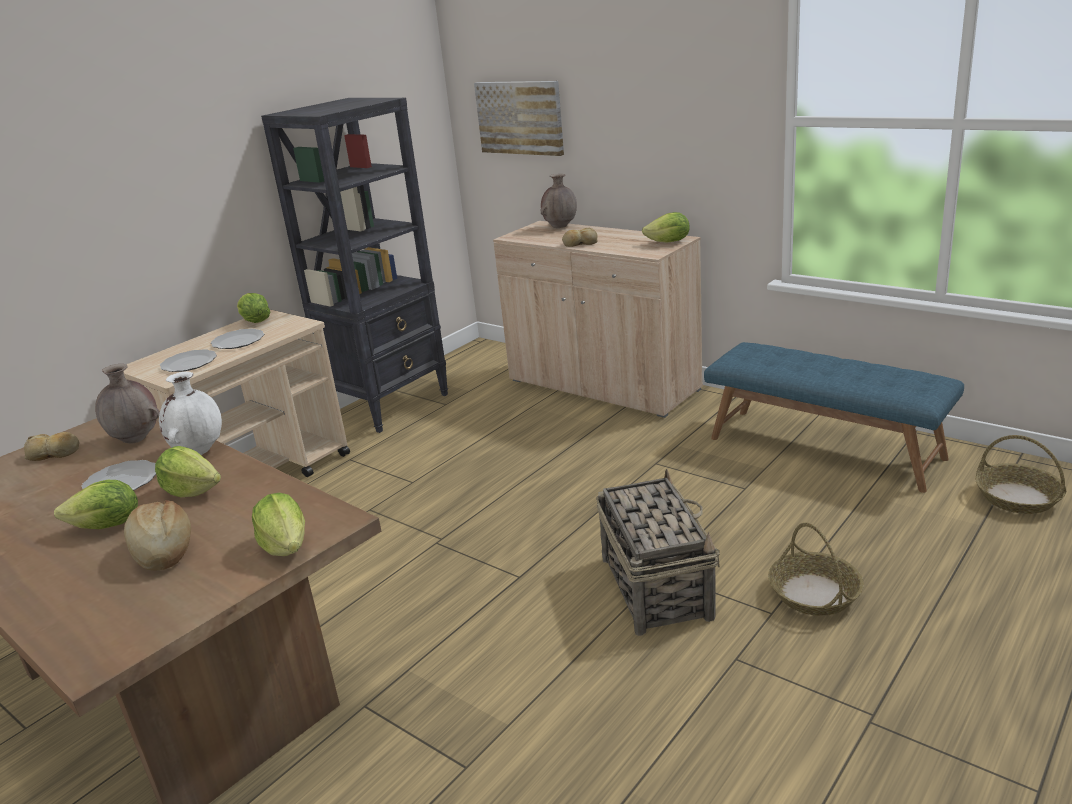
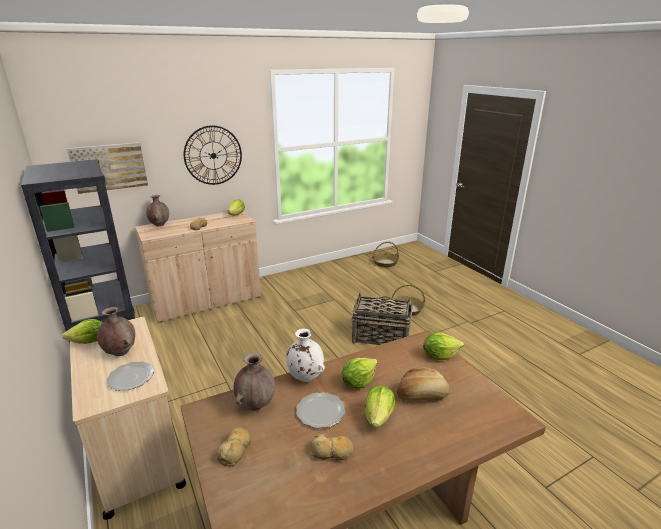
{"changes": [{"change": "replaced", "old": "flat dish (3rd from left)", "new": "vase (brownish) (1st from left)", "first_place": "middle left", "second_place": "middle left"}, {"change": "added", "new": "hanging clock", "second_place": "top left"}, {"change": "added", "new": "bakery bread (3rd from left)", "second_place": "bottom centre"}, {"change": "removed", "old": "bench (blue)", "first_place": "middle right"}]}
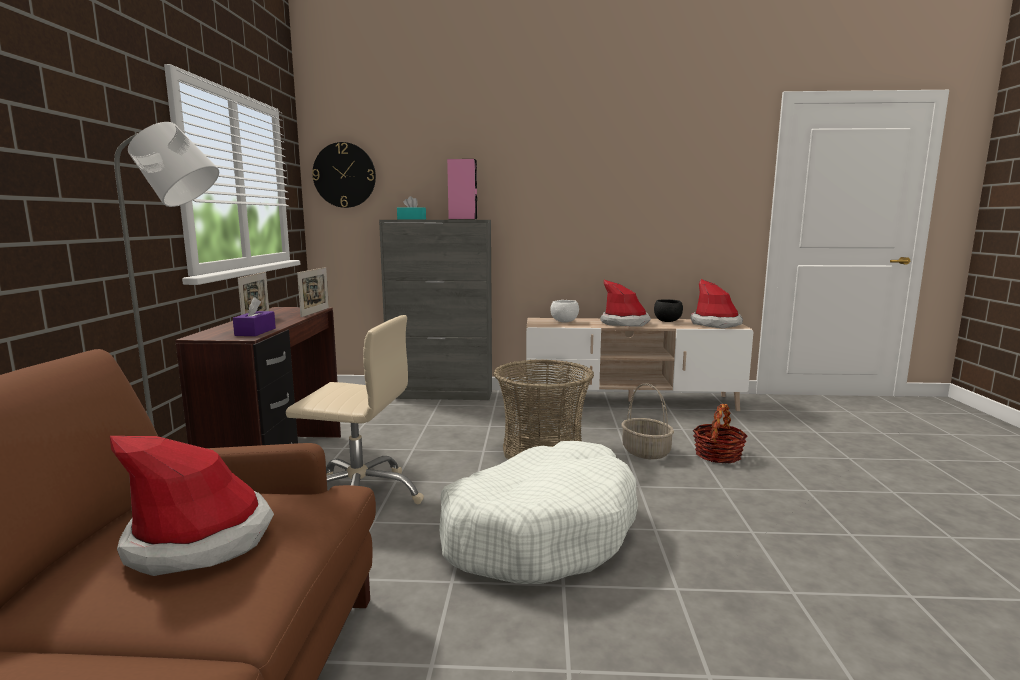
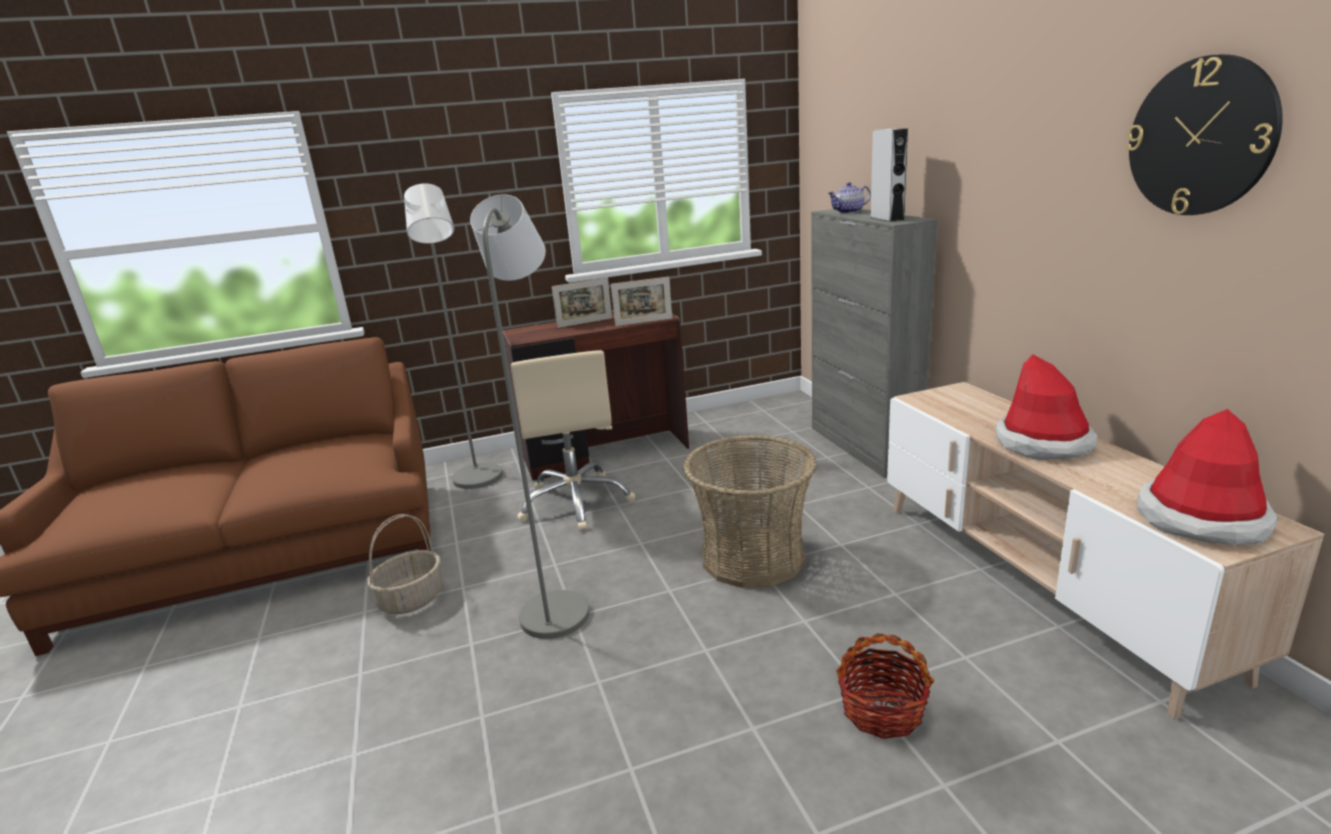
{"changes": [{"change": "moved", "old": "household basket (2nd from left in the first image)", "new": "household basket (1st from left)", "first_place": "centre", "second_place": "bottom left"}, {"change": "replaced", "old": "dog cushion (white)", "new": "standard lamp (greyish) (2nd from left)", "first_place": "bottom centre", "second_place": "centre"}, {"change": "replaced", "old": "box of tissues (turquoise-coloured)", "new": "teapot", "first_place": "top centre", "second_place": "top centre"}, {"change": "recoloured", "old": "audio speaker (pink)", "new": "audio speaker (greyish)", "first_place": "top centre", "second_place": "top right"}, {"change": "moved", "old": "hanging clock", "first_place": "top centre", "second_place": "top right"}, {"change": "removed", "old": "hat (1st from left)", "first_place": "bottom left"}, {"change": "removed", "old": "box of tissues (purple-coloured)", "first_place": "middle left"}, {"change": "removed", "old": "serving bowl (white)", "first_place": "centre"}, {"change": "removed", "old": "serving bowl (black-coloured)", "first_place": "centre"}]}
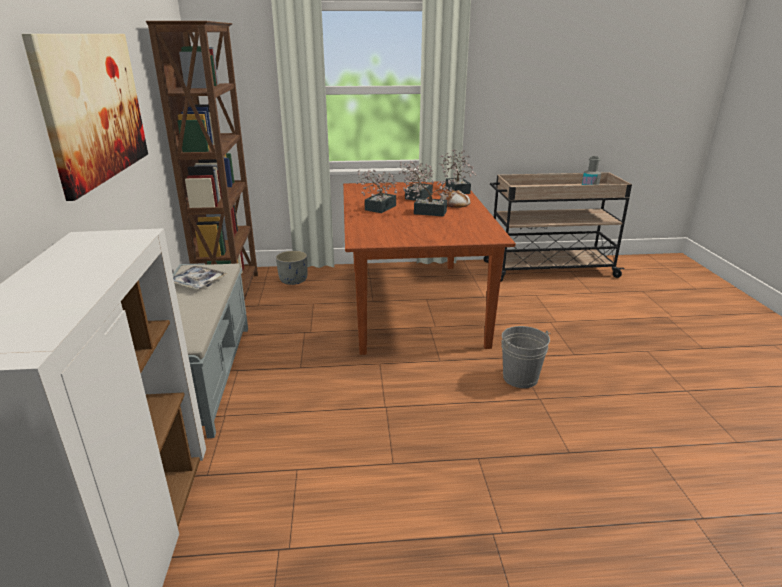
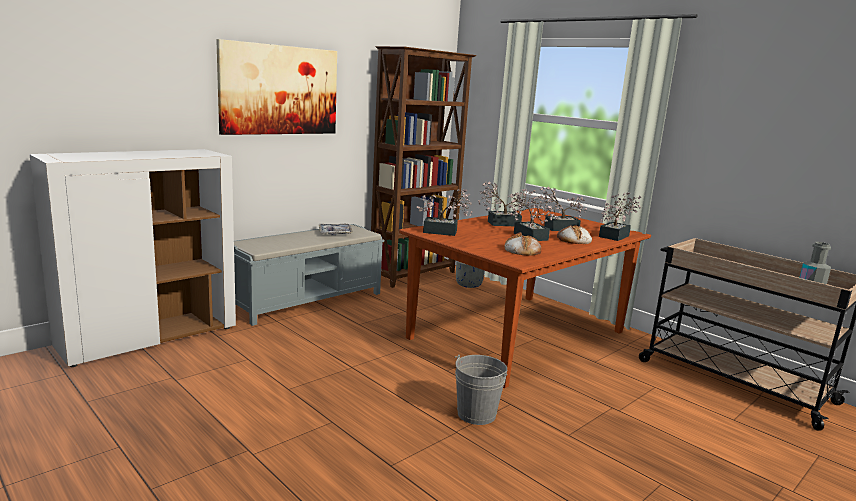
{"changes": [{"change": "added", "new": "houseplant (1st from left)", "second_place": "centre"}, {"change": "added", "new": "bakery bread (1st from left)", "second_place": "centre"}]}
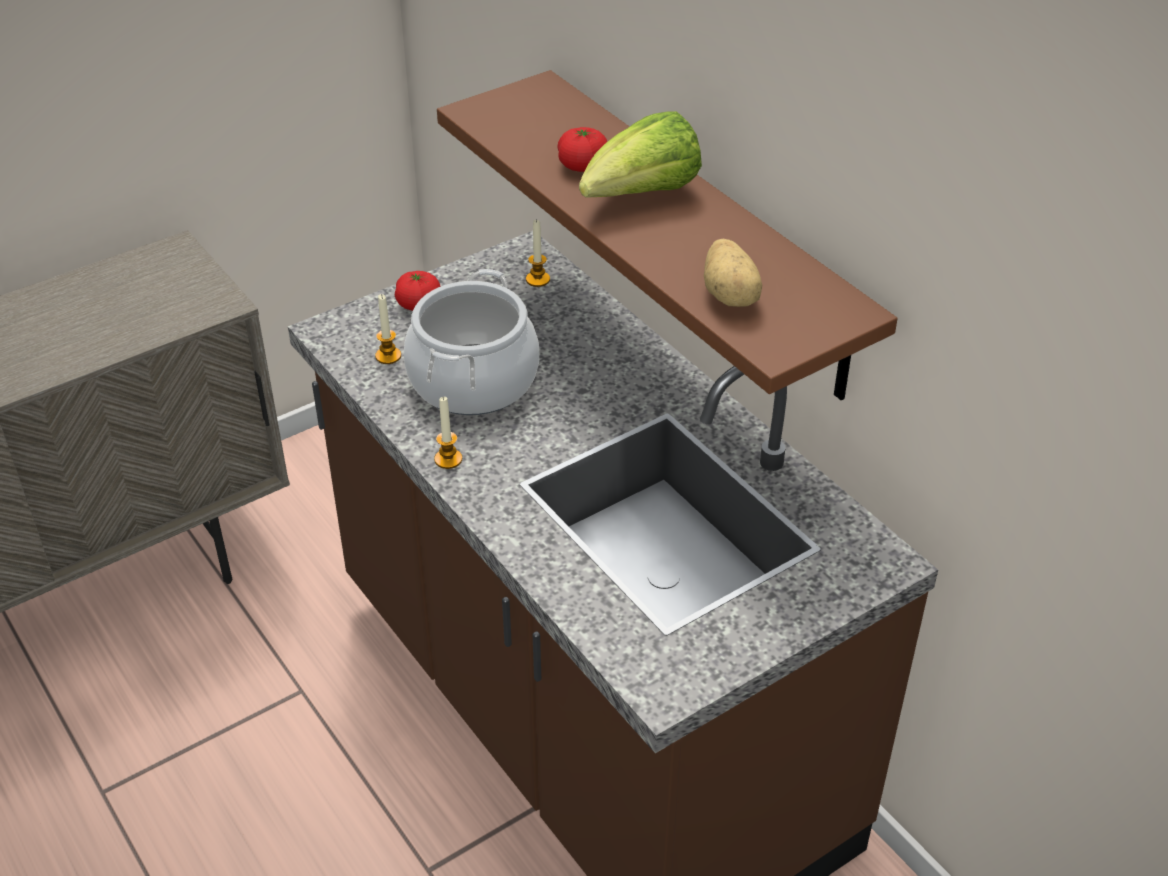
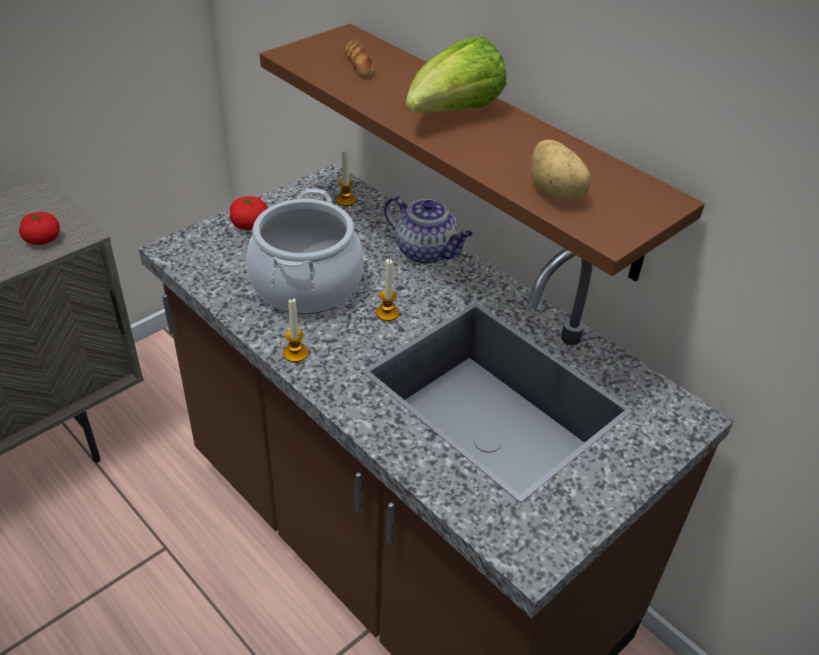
{"changes": [{"change": "moved", "old": "whole tomato (2nd from left in the first image)", "new": "whole tomato (1st from left)", "first_place": "top centre", "second_place": "middle left"}, {"change": "added", "new": "bakery bread", "second_place": "top centre"}, {"change": "moved", "old": "candle (1st from left in the first image)", "new": "candle (3rd from left)", "first_place": "middle left", "second_place": "centre"}, {"change": "added", "new": "teapot", "second_place": "centre"}]}
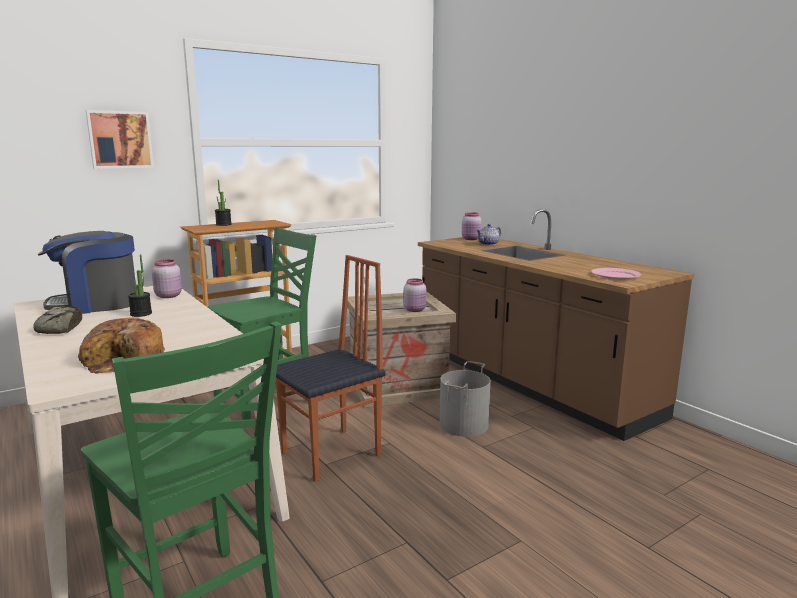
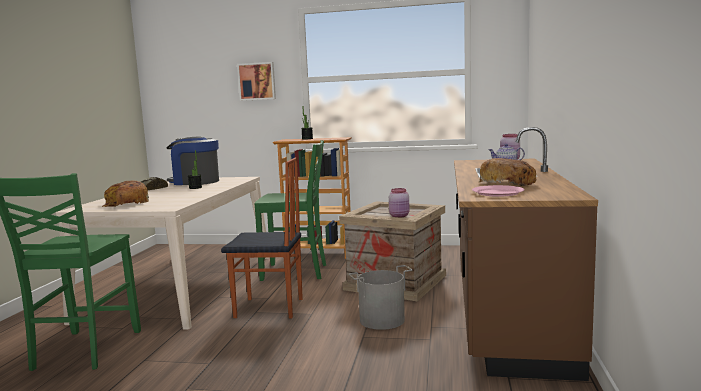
{"changes": [{"change": "added", "new": "bakery bread (3rd from left)", "second_place": "middle right"}, {"change": "removed", "old": "preserve jar (pink) (1st from left)", "first_place": "middle left"}]}
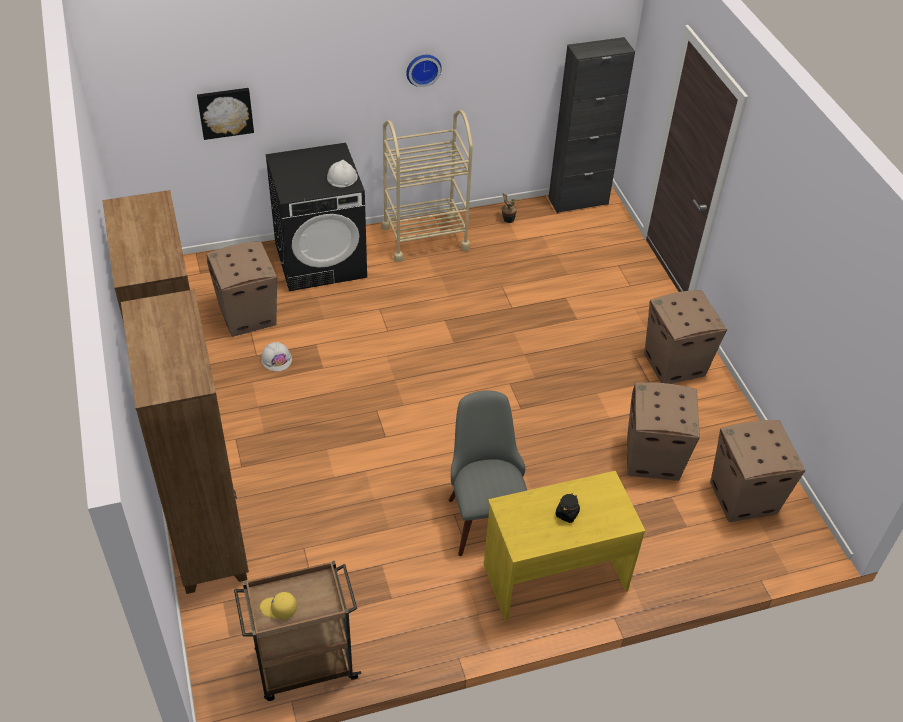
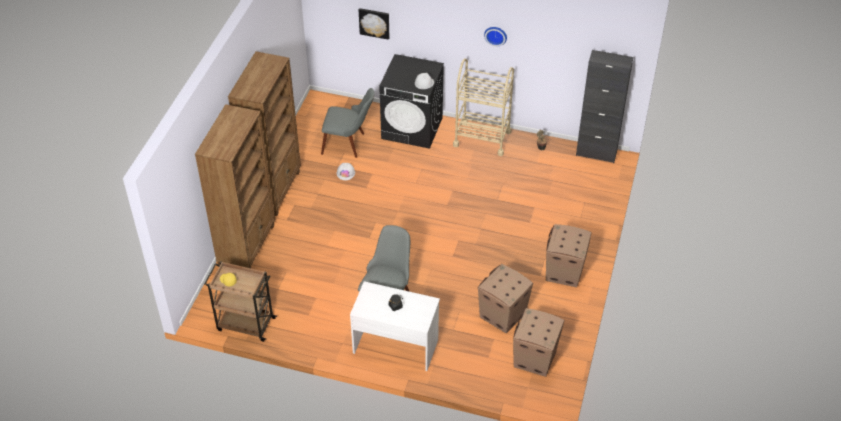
{"changes": [{"change": "replaced", "old": "packing box (1st from left)", "new": "upright chair (greyish) (1st from left)", "first_place": "middle left", "second_place": "top centre"}, {"change": "recoloured", "old": "desk (yellow)", "new": "desk (white)", "first_place": "bottom centre", "second_place": "bottom centre"}]}
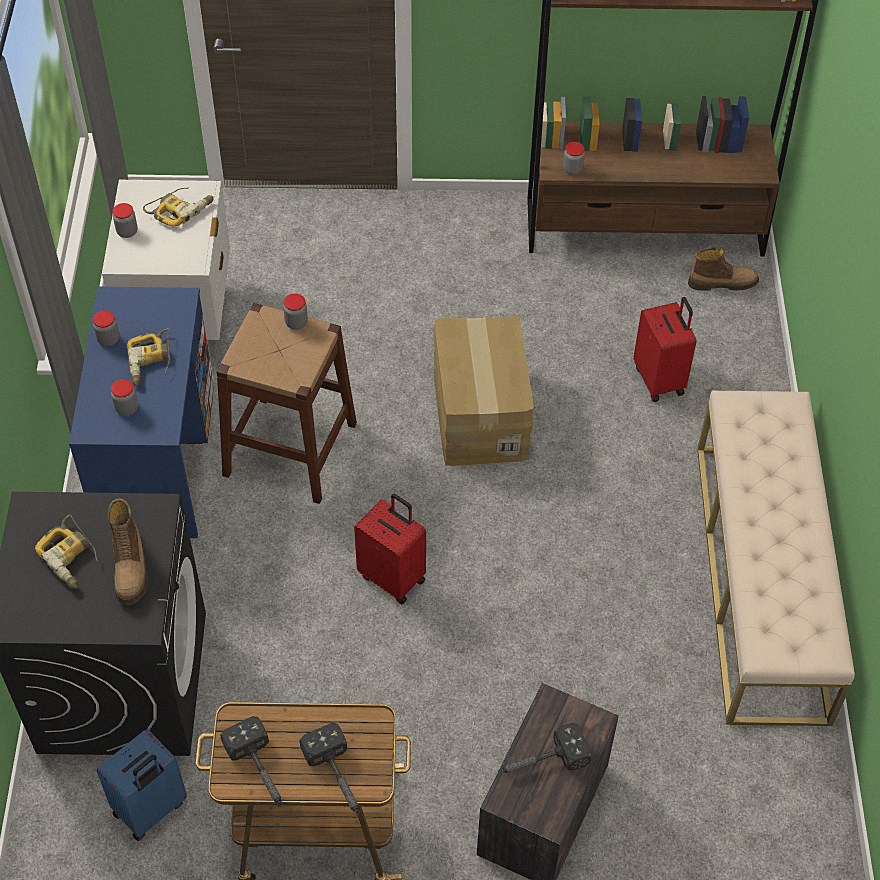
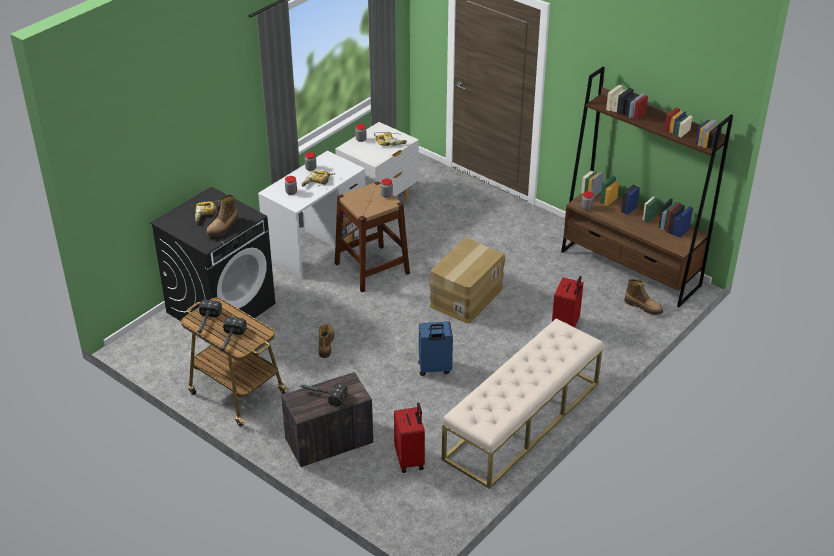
{"changes": [{"change": "recoloured", "old": "desk (blue)", "new": "desk (white)", "first_place": "middle left", "second_place": "centre"}, {"change": "added", "new": "boot (2nd from left)", "second_place": "centre"}, {"change": "moved", "old": "suitcase (red-coloured) (1st from left)", "first_place": "centre", "second_place": "bottom centre"}, {"change": "moved", "old": "suitcase (blue)", "first_place": "bottom left", "second_place": "centre"}]}
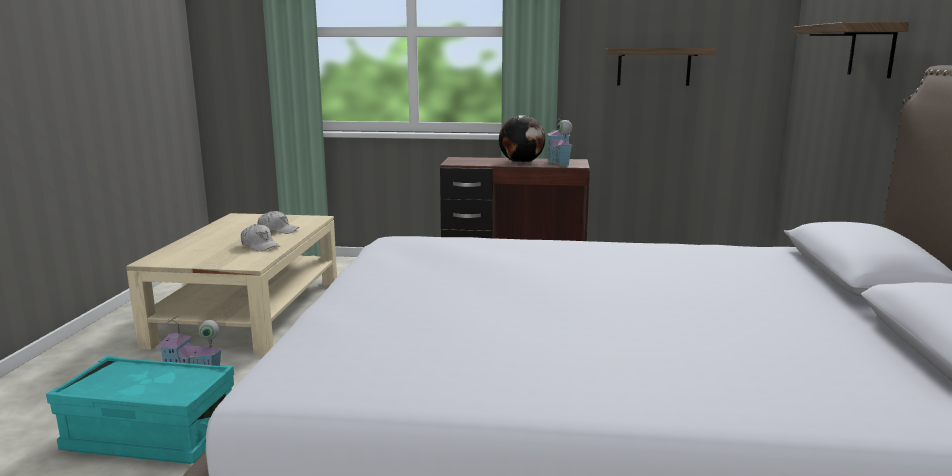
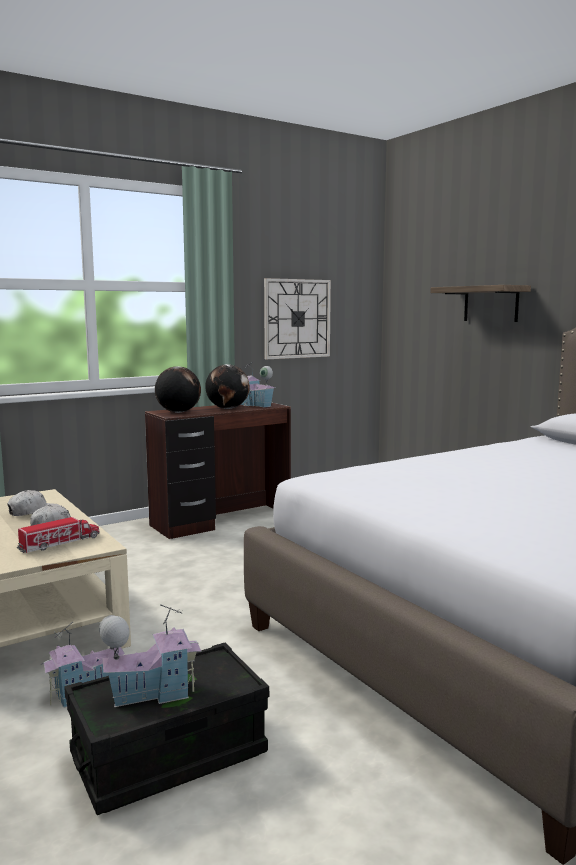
{"changes": [{"change": "added", "new": "toy truck", "second_place": "middle left"}, {"change": "recoloured", "old": "storage container (turquoise-coloured)", "new": "storage container (black-coloured)", "first_place": "bottom left", "second_place": "bottom left"}, {"change": "added", "new": "model house (2nd from left)", "second_place": "bottom left"}, {"change": "added", "new": "desk globe (1st from left)", "second_place": "middle left"}, {"change": "replaced", "old": "wall shelf (1st from left)", "new": "hanging clock", "first_place": "top right", "second_place": "centre"}]}
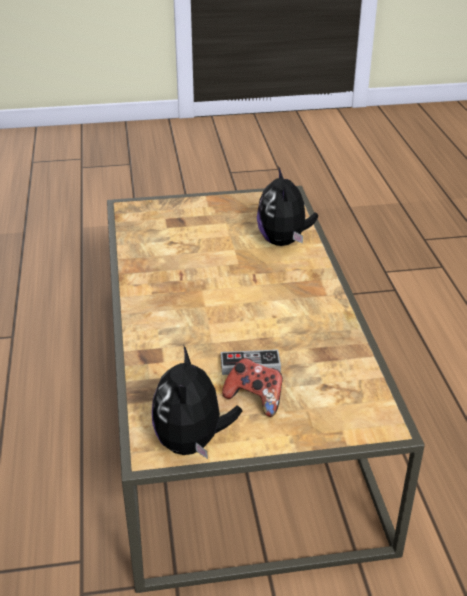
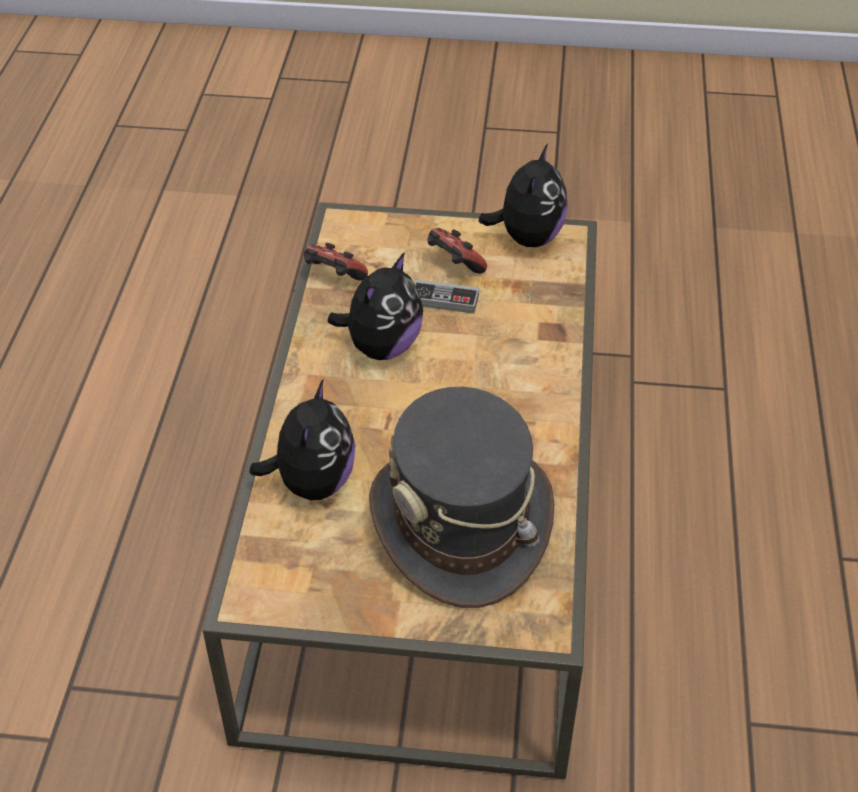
{"changes": [{"change": "added", "new": "gamepad (1st from left)", "second_place": "top centre"}, {"change": "added", "new": "soft toy (2nd from left)", "second_place": "centre"}, {"change": "added", "new": "hat (greyish)", "second_place": "centre"}]}
